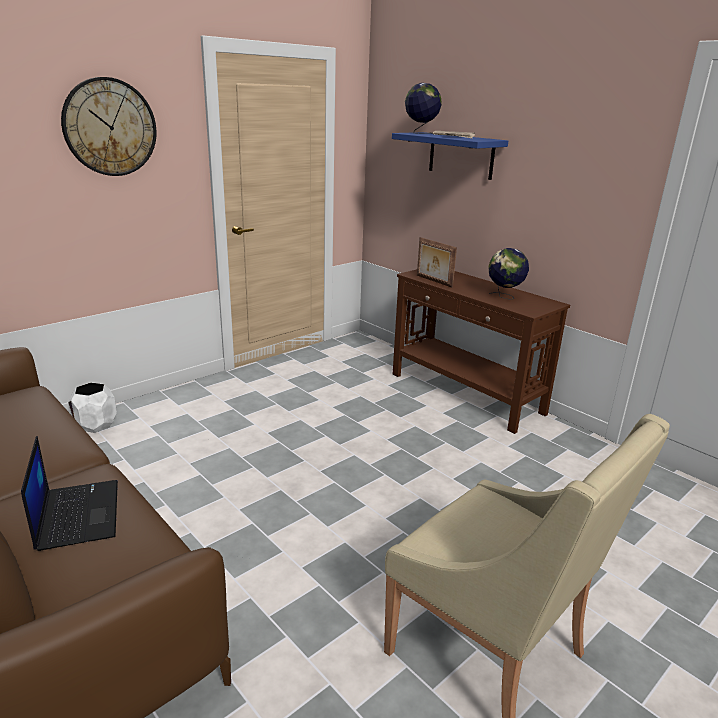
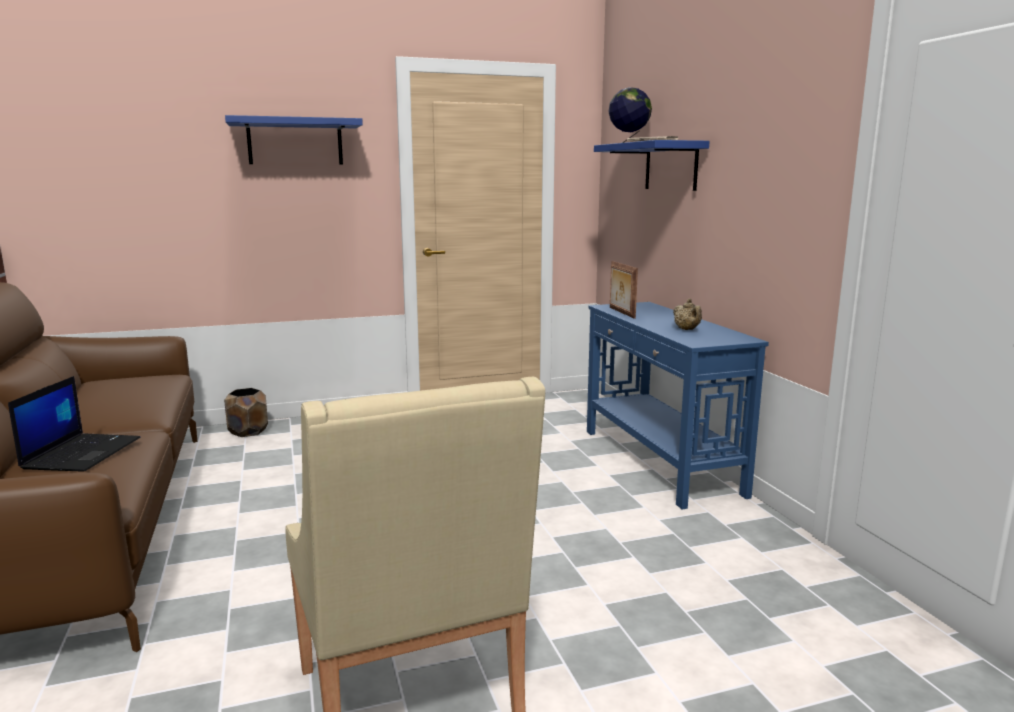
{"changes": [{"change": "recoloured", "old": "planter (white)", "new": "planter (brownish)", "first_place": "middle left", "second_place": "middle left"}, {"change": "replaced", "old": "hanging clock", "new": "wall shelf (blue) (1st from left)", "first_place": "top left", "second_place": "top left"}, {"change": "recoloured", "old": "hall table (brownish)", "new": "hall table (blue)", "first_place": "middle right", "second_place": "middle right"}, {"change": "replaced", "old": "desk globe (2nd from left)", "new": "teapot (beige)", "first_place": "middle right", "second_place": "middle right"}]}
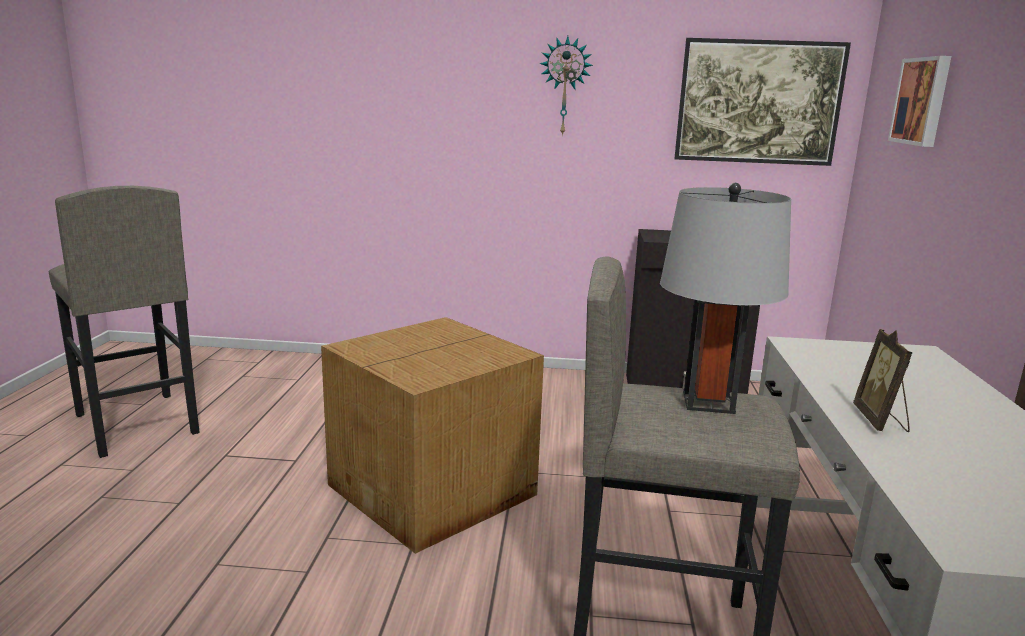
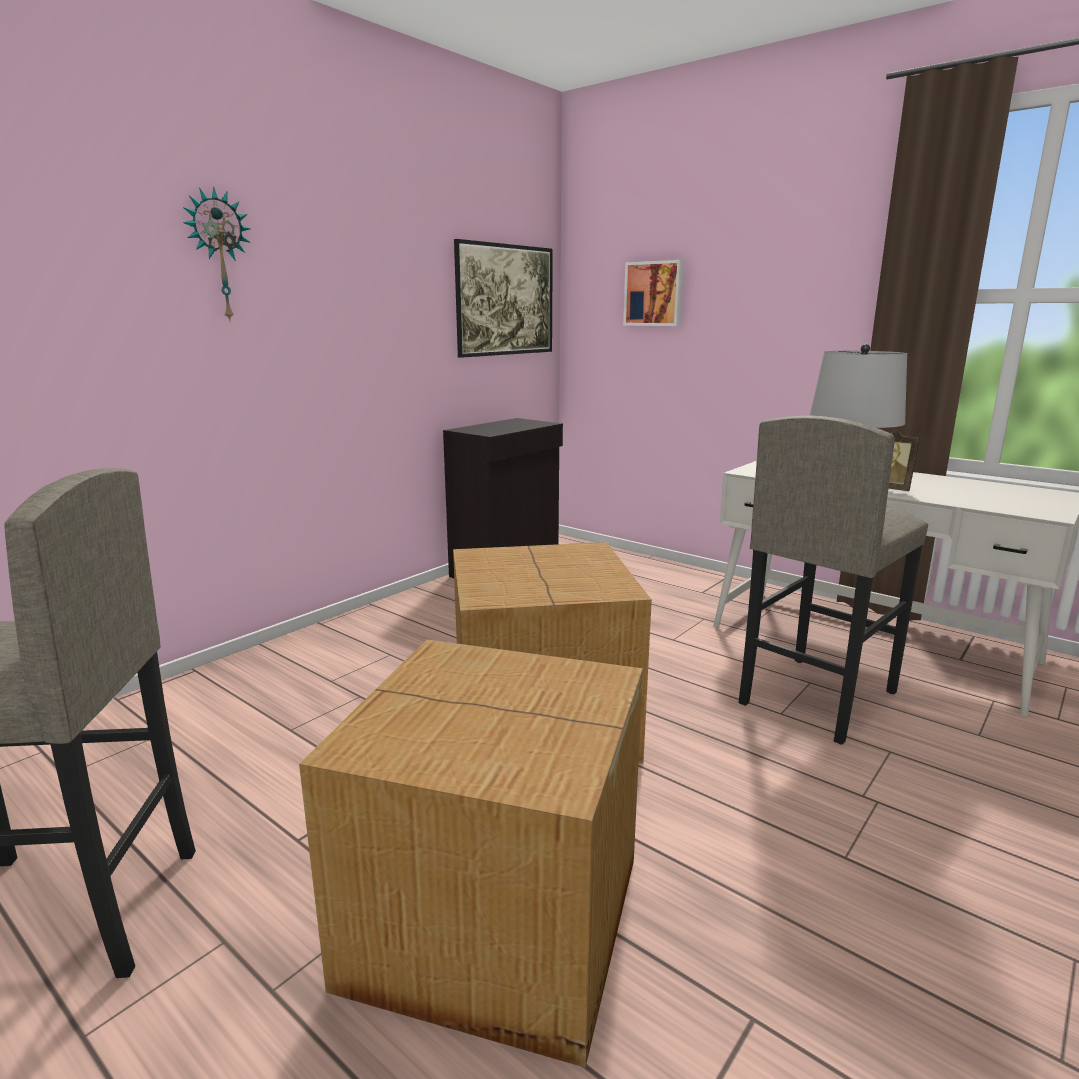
{"changes": [{"change": "moved", "old": "hanging clock", "first_place": "top centre", "second_place": "top left"}, {"change": "added", "new": "packing box (1st from left)", "second_place": "bottom centre"}]}
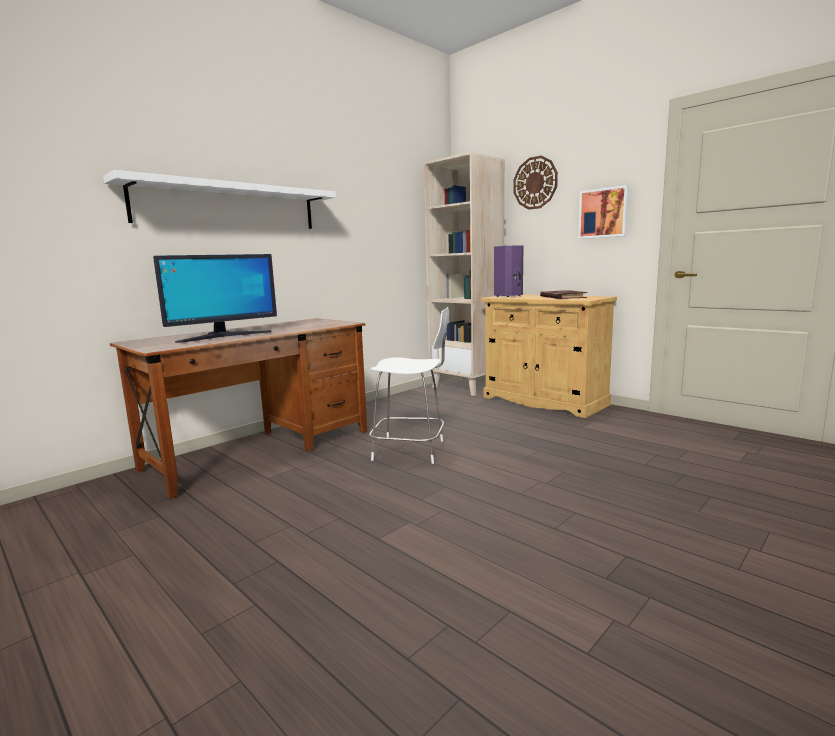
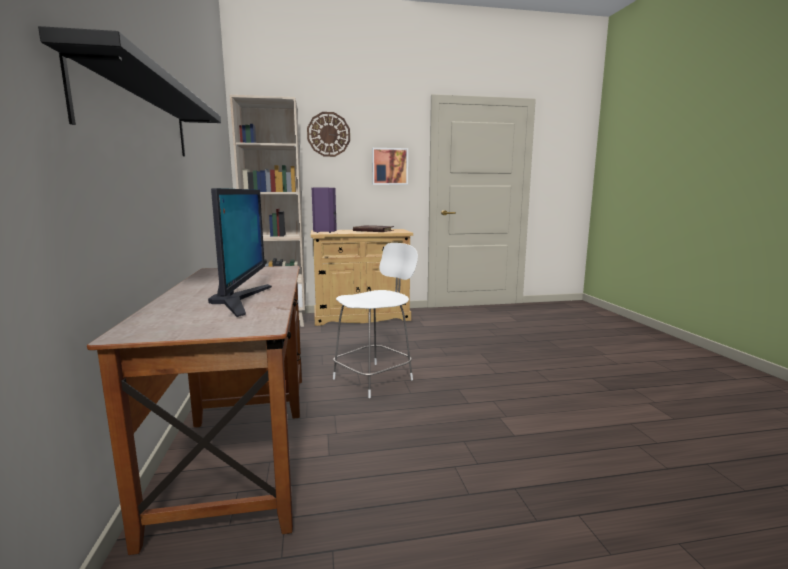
{"changes": [{"change": "recoloured", "old": "wall shelf (white)", "new": "wall shelf (black-coloured)", "first_place": "top left", "second_place": "top left"}]}
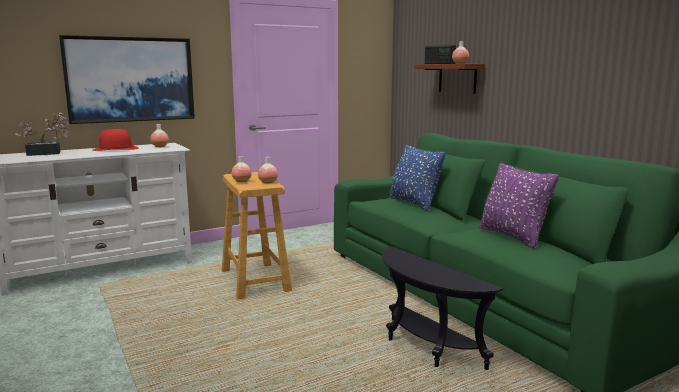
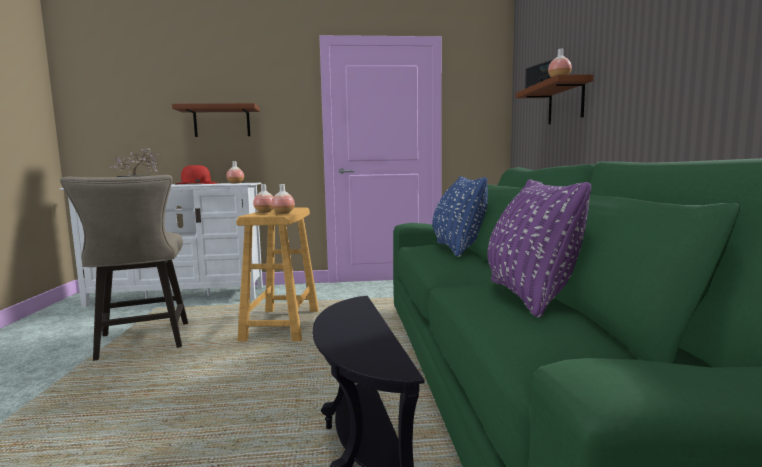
{"changes": [{"change": "added", "new": "sitting stool (beige) (1st from left)", "second_place": "middle left"}, {"change": "replaced", "old": "wall art", "new": "wall shelf (brownish) (1st from left)", "first_place": "top left", "second_place": "top left"}]}
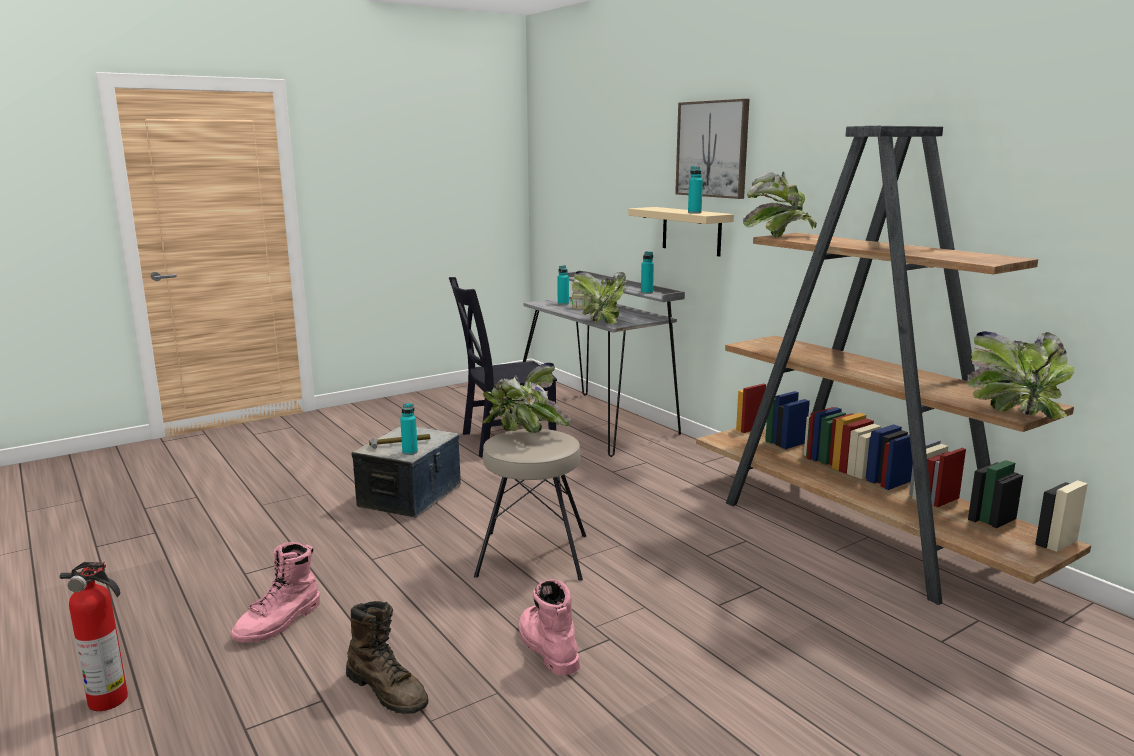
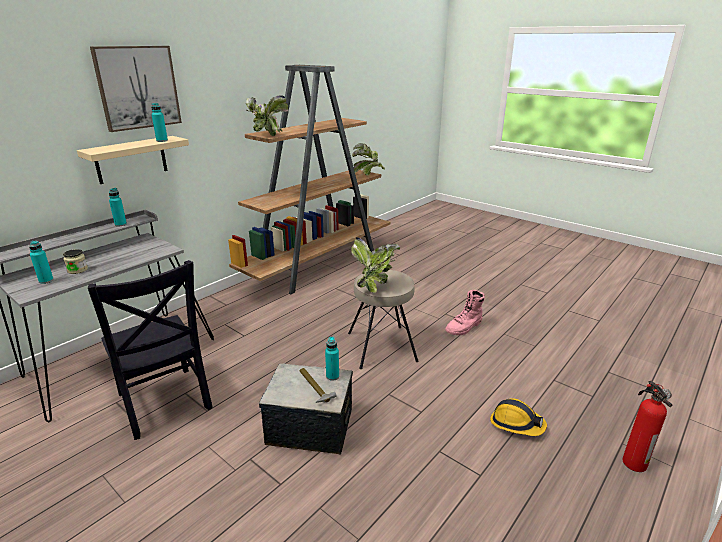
{"changes": [{"change": "replaced", "old": "boot (pink) (1st from left)", "new": "safety helmet", "first_place": "bottom left", "second_place": "bottom right"}, {"change": "removed", "old": "boot (brownish)", "first_place": "bottom centre"}, {"change": "removed", "old": "houseplant (2nd from left)", "first_place": "centre"}]}
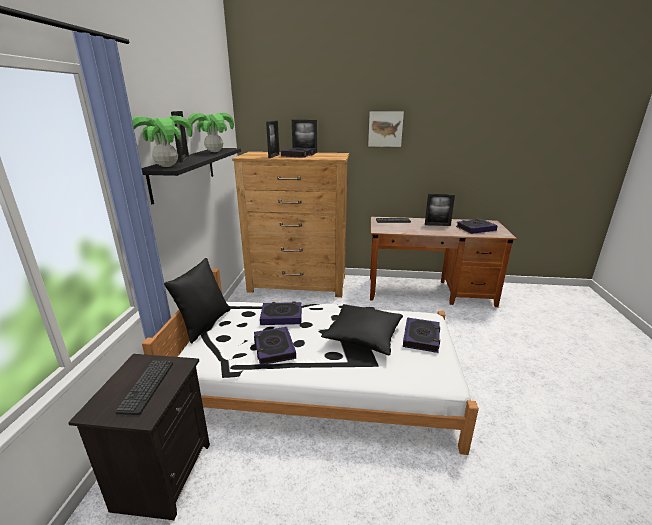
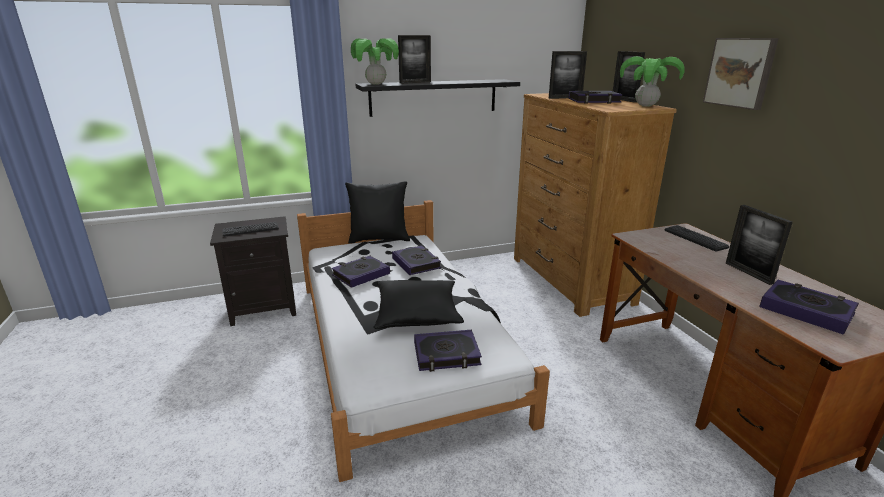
{"changes": [{"change": "moved", "old": "houseplant (2nd from left)", "first_place": "top left", "second_place": "top right"}]}
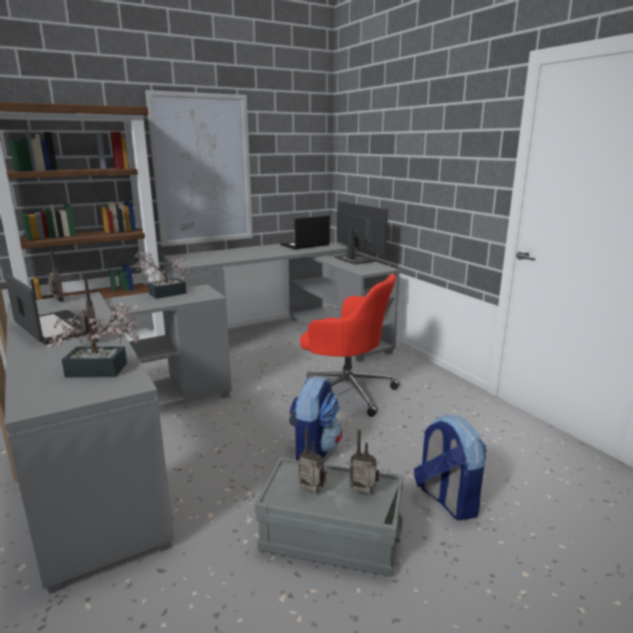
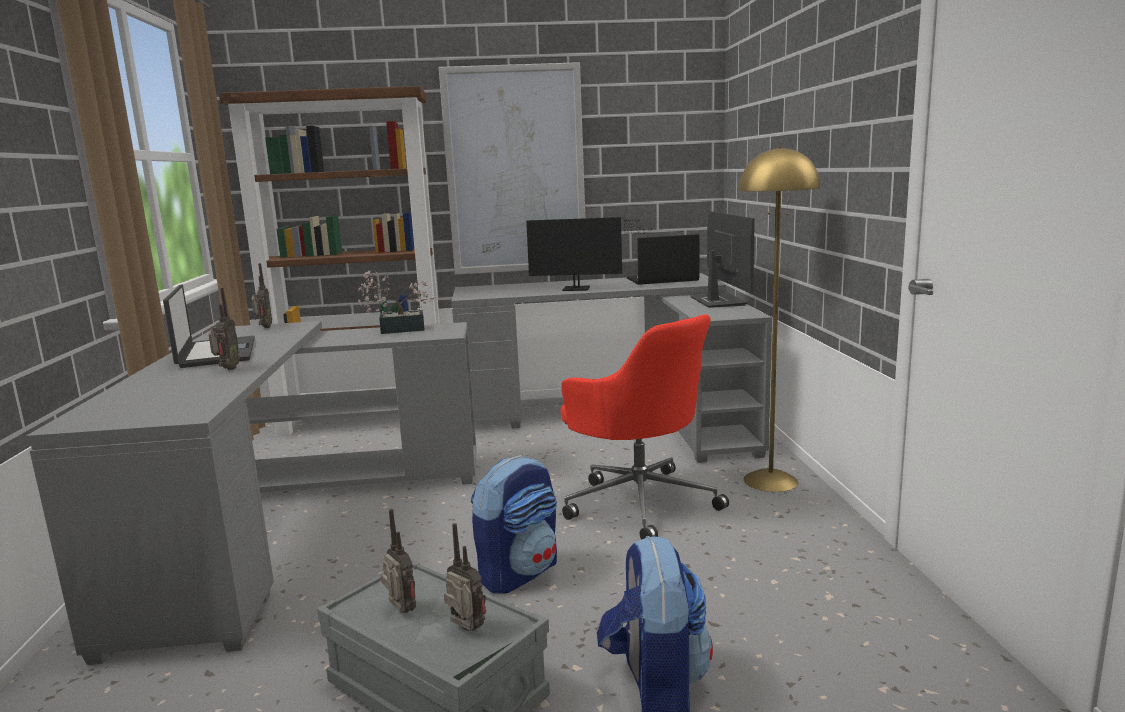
{"changes": [{"change": "added", "new": "computer display (1st from left)", "second_place": "centre"}, {"change": "added", "new": "standard lamp (yellow)", "second_place": "middle right"}, {"change": "removed", "old": "houseplant (1st from left)", "first_place": "middle left"}]}
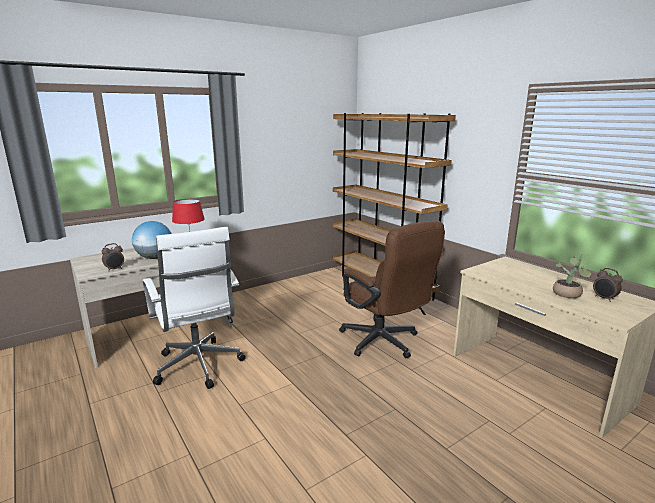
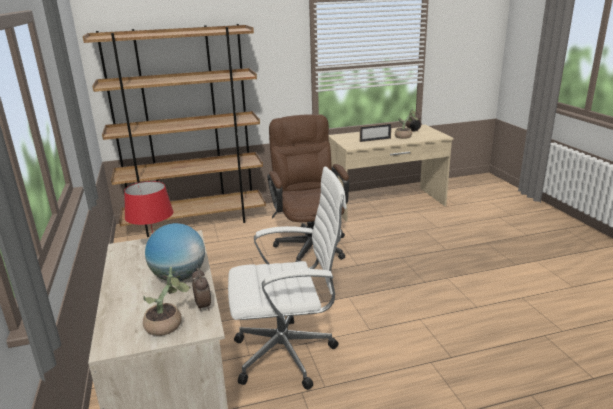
{"changes": [{"change": "added", "new": "houseplant (1st from left)", "second_place": "bottom left"}, {"change": "turned", "old": "computer chair (brownish)", "first_place": "centre", "second_place": "centre", "degrees": -90}, {"change": "added", "new": "photo frame", "second_place": "top centre"}]}
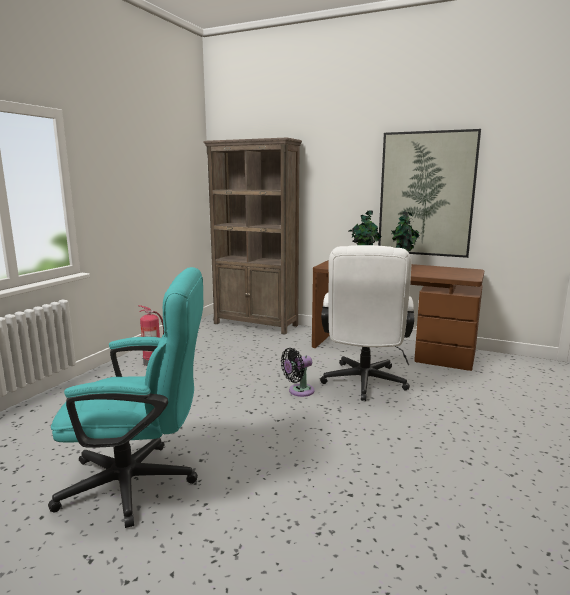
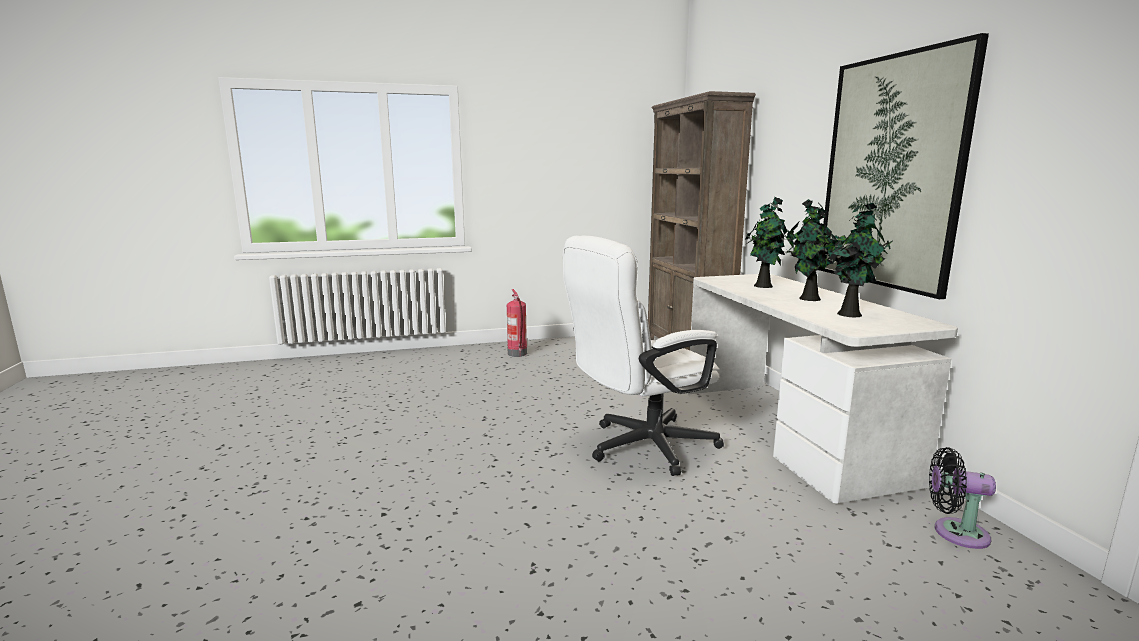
{"changes": [{"change": "recoloured", "old": "desk (brownish)", "new": "desk (white)", "first_place": "middle right", "second_place": "middle right"}, {"change": "added", "new": "houseplant (3rd from left)", "second_place": "middle right"}, {"change": "moved", "old": "electric fan (black-coloured)", "first_place": "centre", "second_place": "bottom right"}, {"change": "removed", "old": "computer chair (turquoise-coloured)", "first_place": "bottom left"}]}
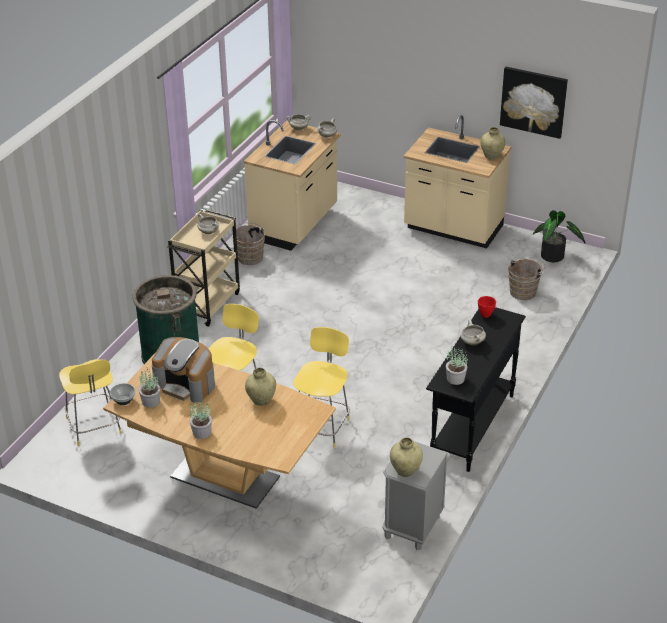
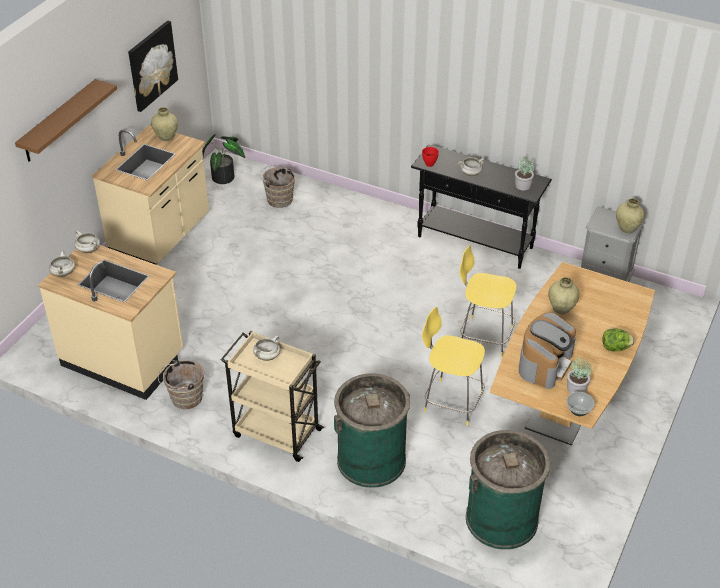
{"changes": [{"change": "added", "new": "wall shelf (brownish)", "second_place": "top left"}, {"change": "replaced", "old": "sitting stool (yellow) (1st from left)", "new": "waste bin (greenish) (2nd from left)", "first_place": "middle left", "second_place": "bottom right"}, {"change": "replaced", "old": "houseplant (2nd from left)", "new": "lettuce head", "first_place": "bottom left", "second_place": "middle right"}]}
